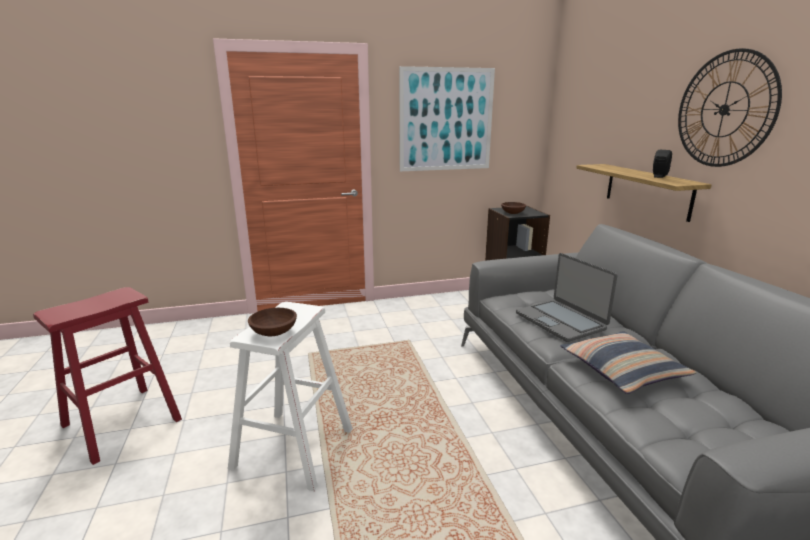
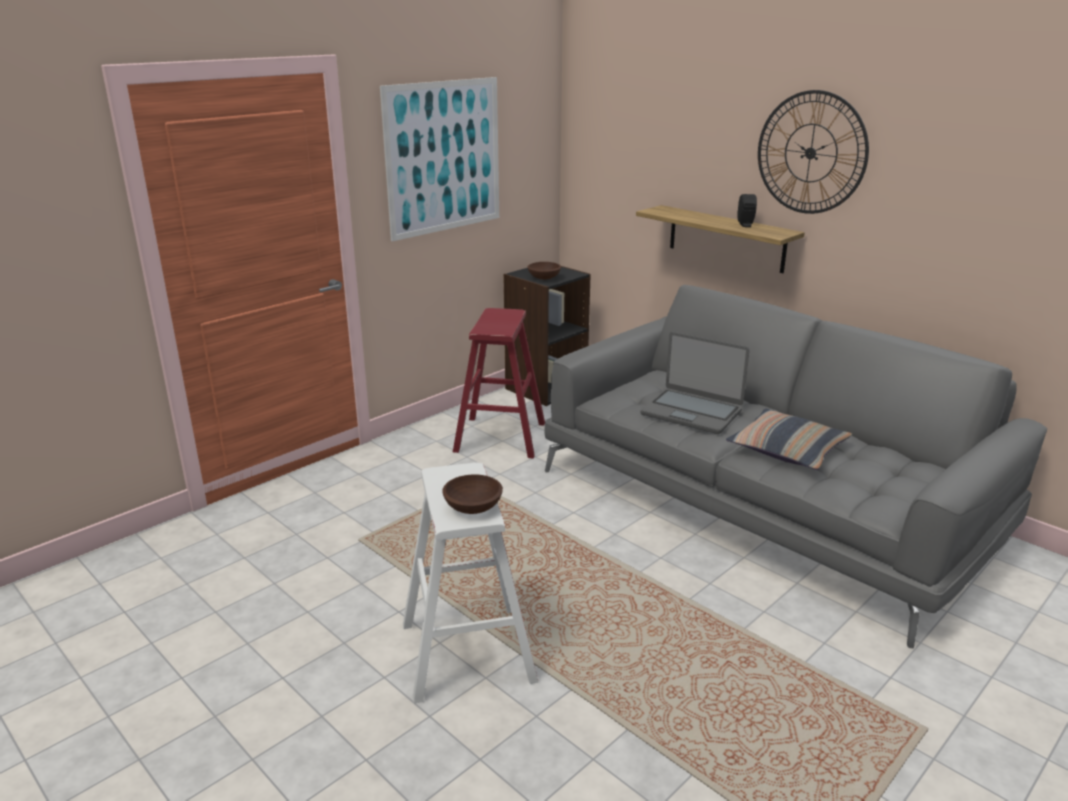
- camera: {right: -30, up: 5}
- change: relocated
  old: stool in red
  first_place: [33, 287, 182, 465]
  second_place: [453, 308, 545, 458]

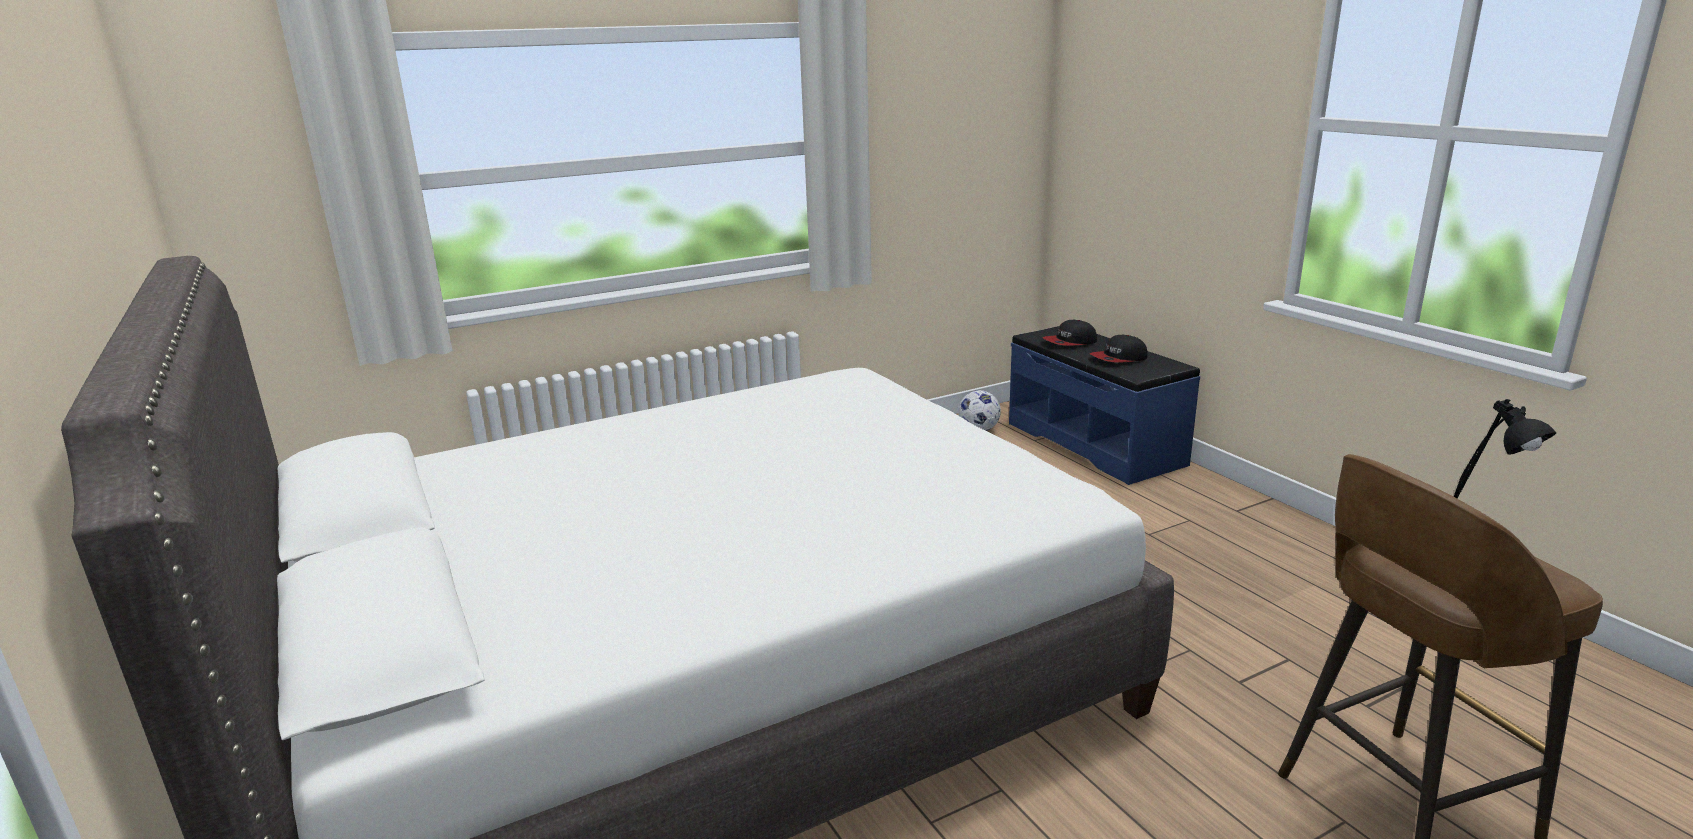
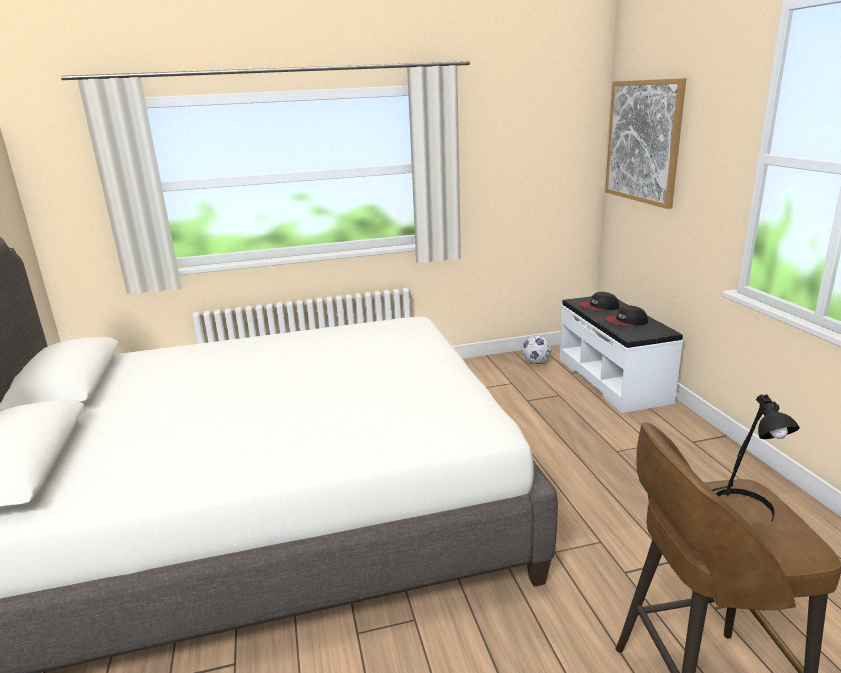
- camera: {right: 15, up: 0}
- change: colour
  old: bench in blue
  new: bench in white
  first_place: [1009, 326, 1200, 485]
  second_place: [560, 296, 683, 413]
- change: appeared
  new: picture
  second_place: [605, 78, 686, 209]

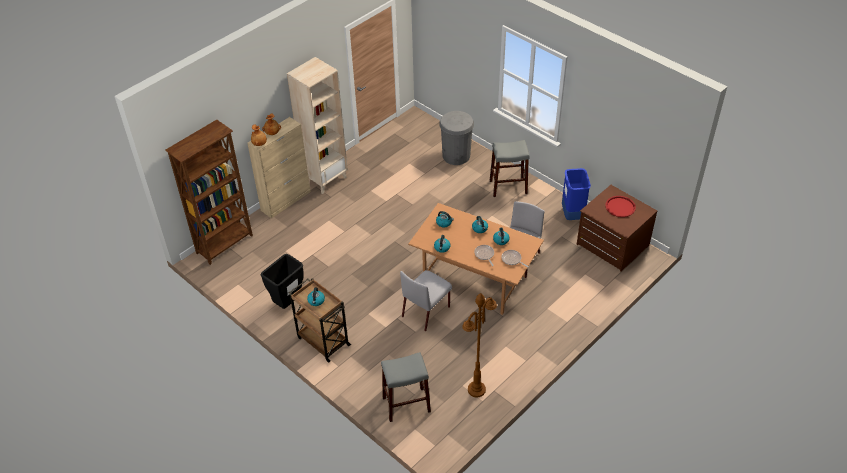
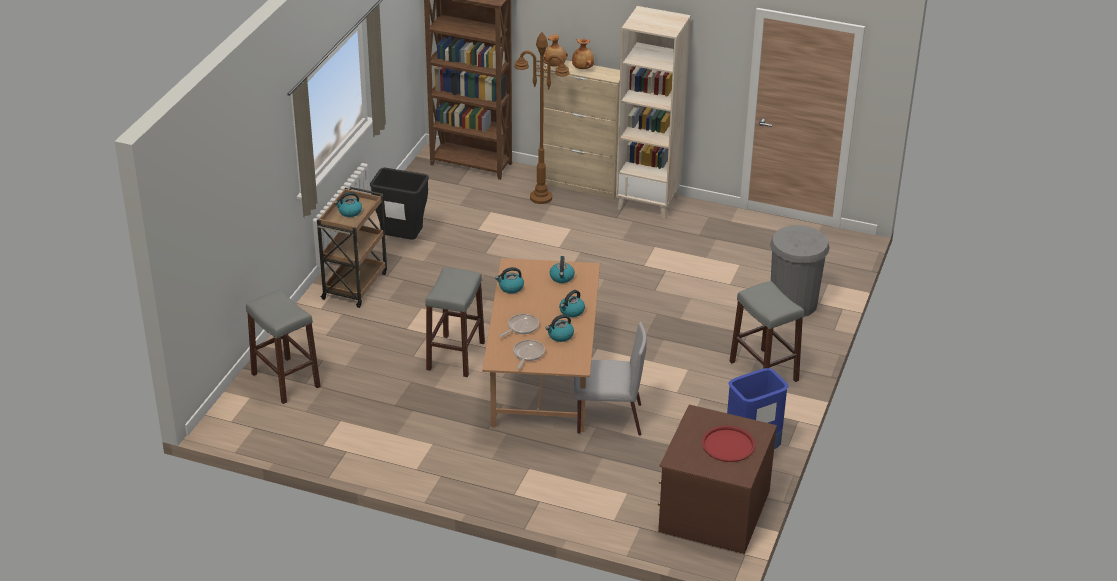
- camera: {right: 65, up: -10}
- change: exchanged
  old: chair in grey
  new: stool in grey
  first_place: [400, 270, 452, 331]
  second_place: [425, 267, 485, 377]
- change: relocated
  old: floor lamp in brown
  first_place: [462, 293, 497, 397]
  second_place: [514, 32, 570, 204]

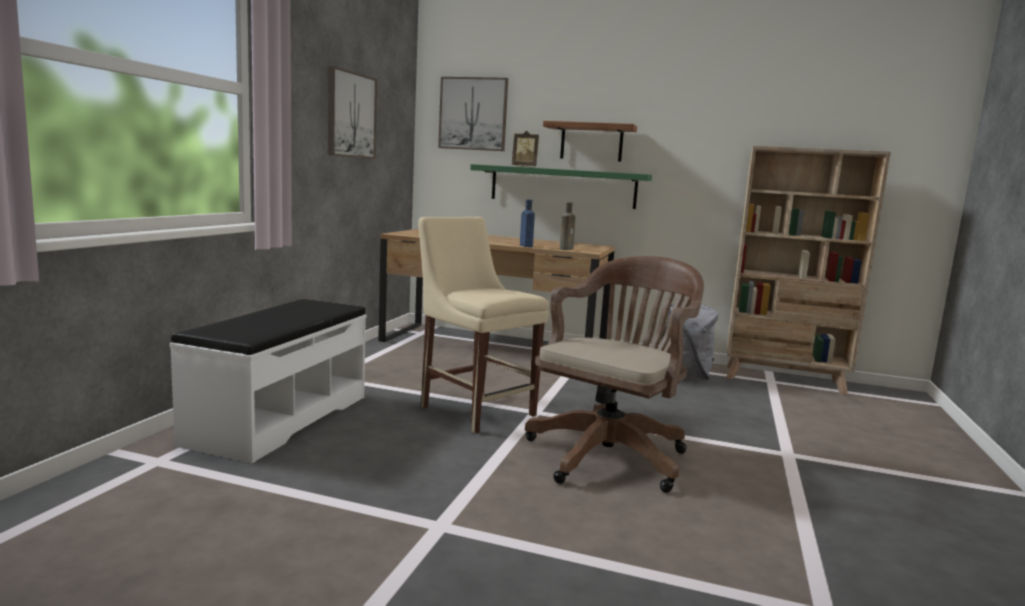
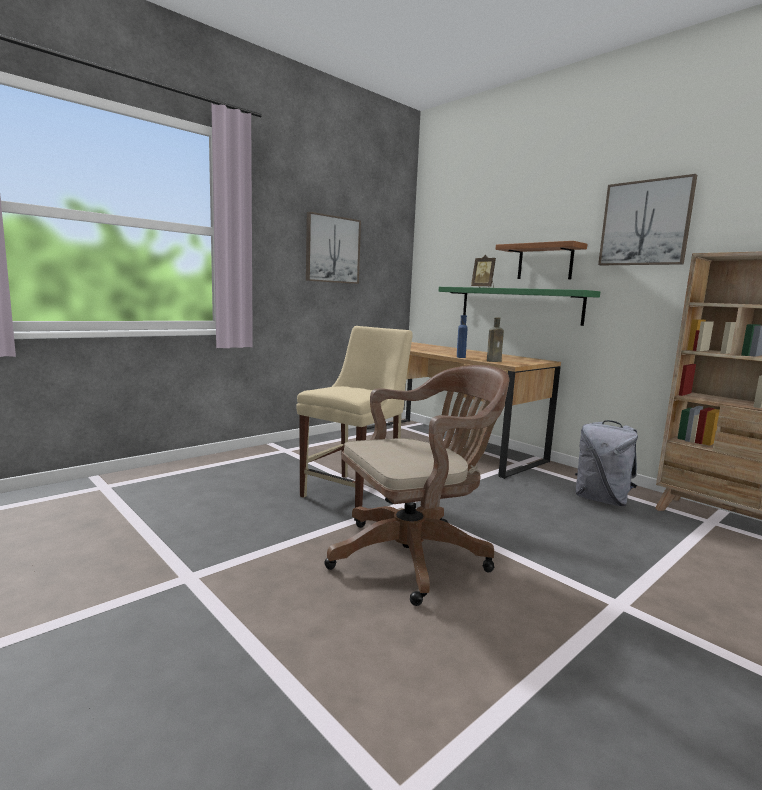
- camera: {right: 30, up: 0}
- change: missing
  old: bench in white
  first_place: [170, 299, 366, 463]
- change: spun
  old: chair in beige
  first_place: [418, 217, 549, 433]
  second_place: [296, 326, 413, 508]
  degrees: 45
- change: relocated
  old: picture
  first_place: [438, 77, 508, 151]
  second_place: [598, 174, 697, 265]

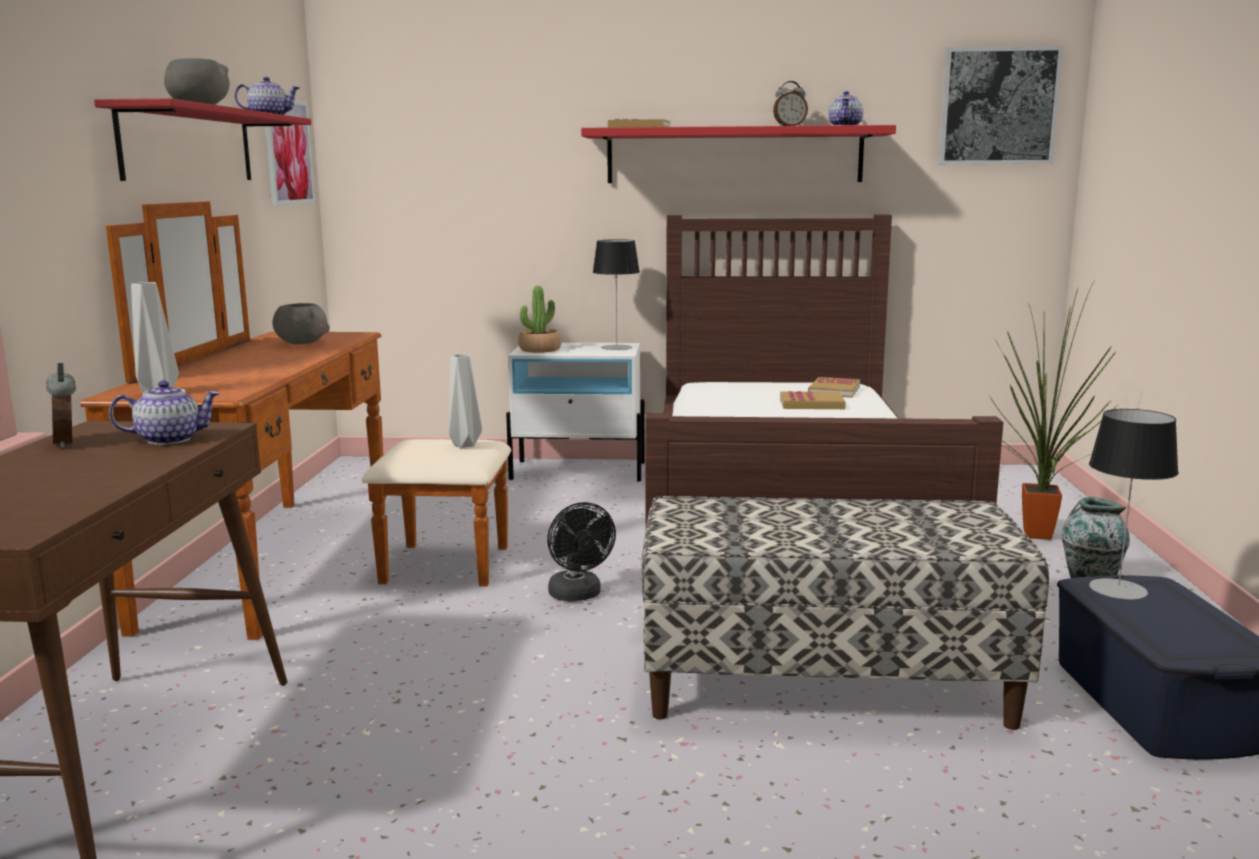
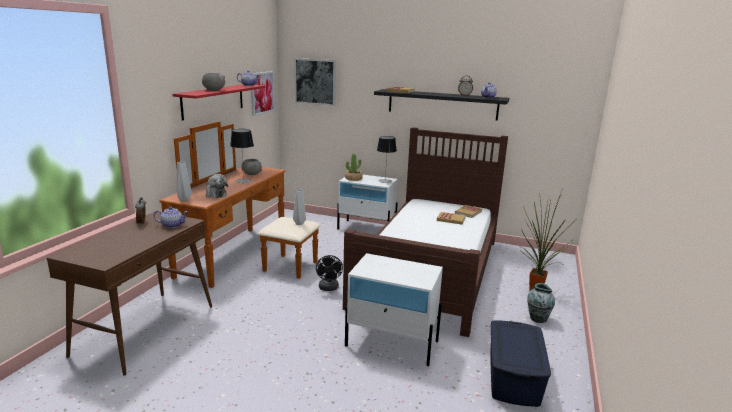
- camera: {right: 15, up: 5}
- change: colour
  old: shelf in red
  new: shelf in black
  first_place: [581, 125, 896, 183]
  second_place: [374, 89, 509, 121]
- change: exchanged
  old: bench
  new: nightstand in white
  first_place: [641, 496, 1049, 730]
  second_place: [345, 253, 443, 366]
- change: relocated
  old: picture
  first_place: [938, 46, 1064, 164]
  second_place: [294, 58, 336, 106]
- change: relocated
  old: table lamp
  first_place: [1089, 409, 1179, 600]
  second_place: [230, 129, 254, 183]
- change: appeared
  new: plush toy
  second_place: [206, 174, 228, 198]

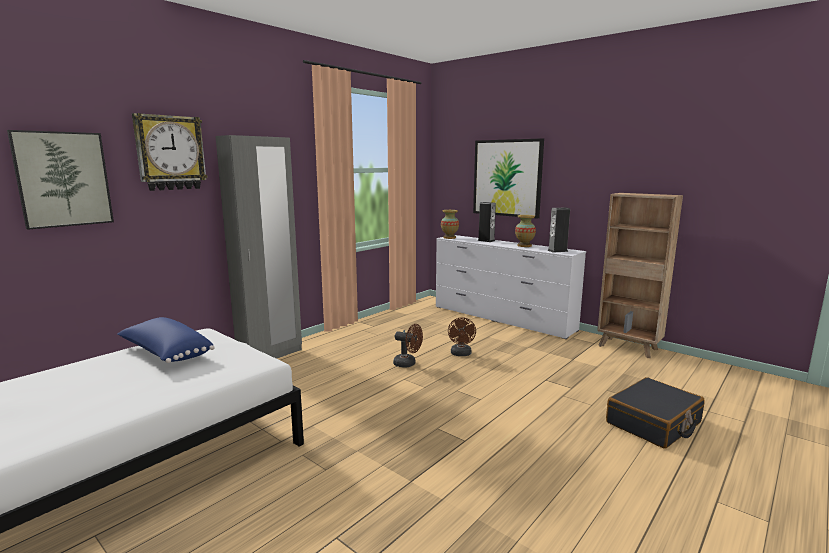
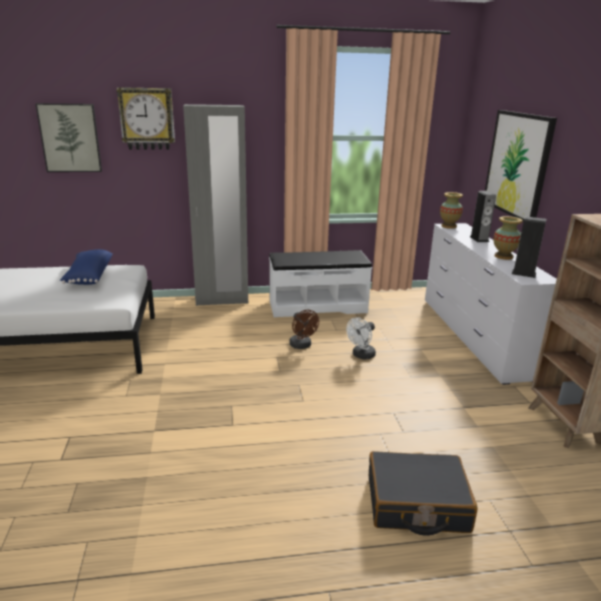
- camera: {right: 40, up: 10}
- change: colour
  old: fan in brown
  new: fan in white
  first_place: [448, 317, 476, 356]
  second_place: [346, 317, 376, 359]
- change: appeared
  new: bench in white
  second_place: [269, 250, 372, 317]

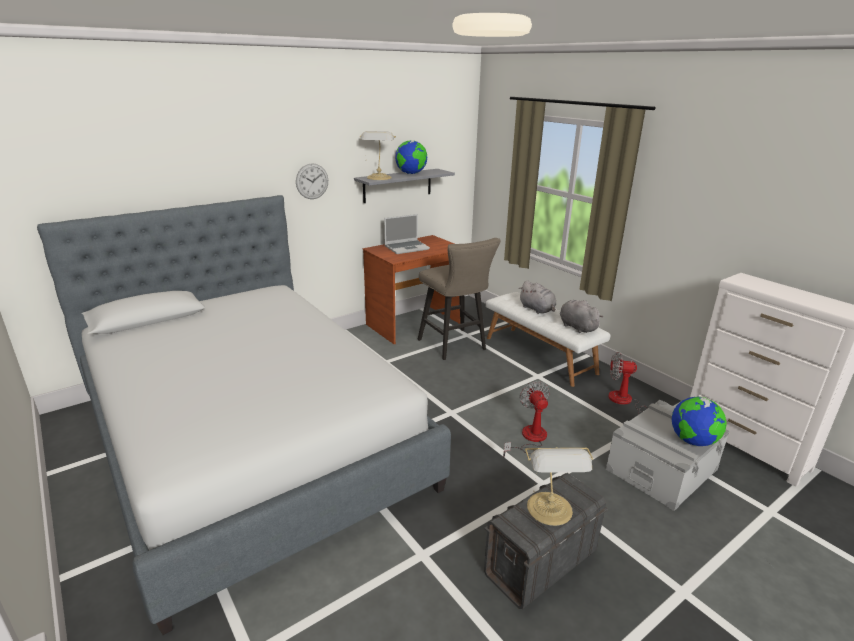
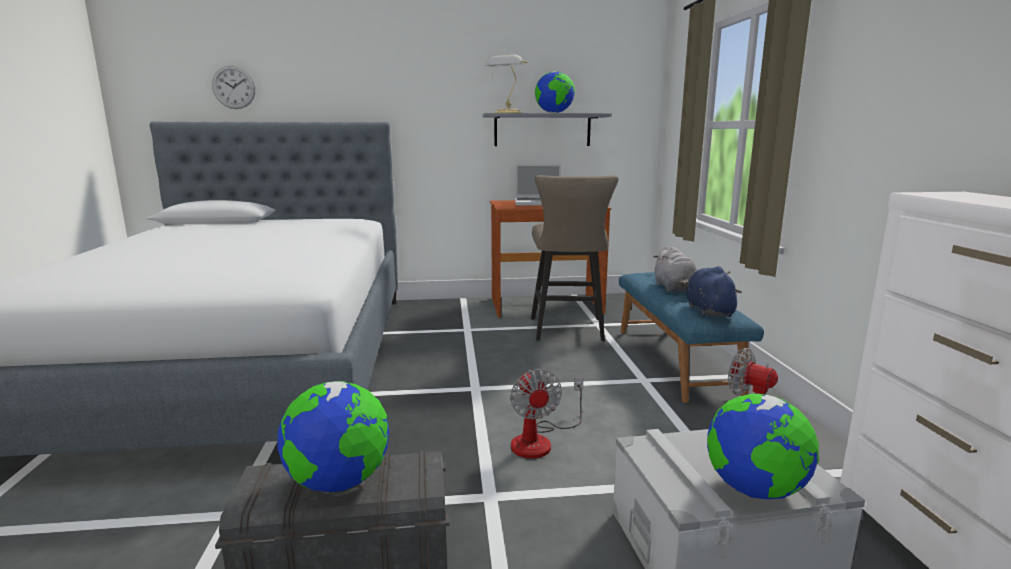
- camera: {right: 30, up: -10}
- change: relocated
  old: wall clock
  first_place: [296, 164, 328, 199]
  second_place: [212, 65, 256, 109]
- change: colour
  old: bench in white
  new: bench in blue
  first_place: [486, 292, 610, 387]
  second_place: [619, 272, 764, 403]
- change: spun
  old: fan
  first_place: [503, 381, 550, 458]
  second_place: [510, 369, 583, 459]
  degrees: 150
- change: exchanged
  old: table lamp
  new: globe
  first_place: [525, 447, 594, 526]
  second_place: [277, 381, 389, 492]
- change: colour
  old: plush toy in grey
  new: plush toy in blue
  first_place: [560, 300, 603, 333]
  second_place: [687, 266, 742, 317]

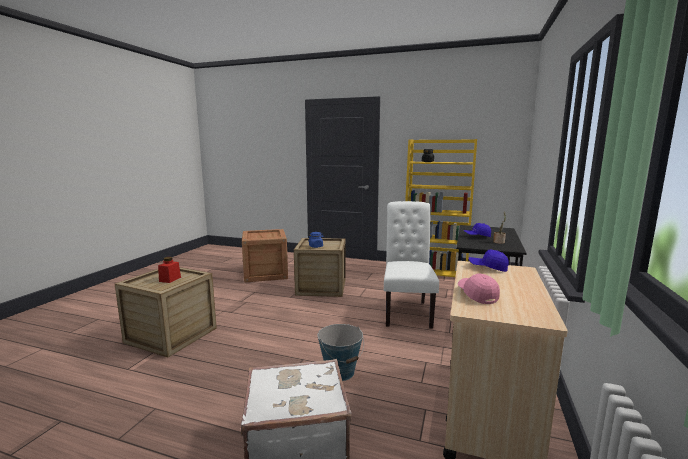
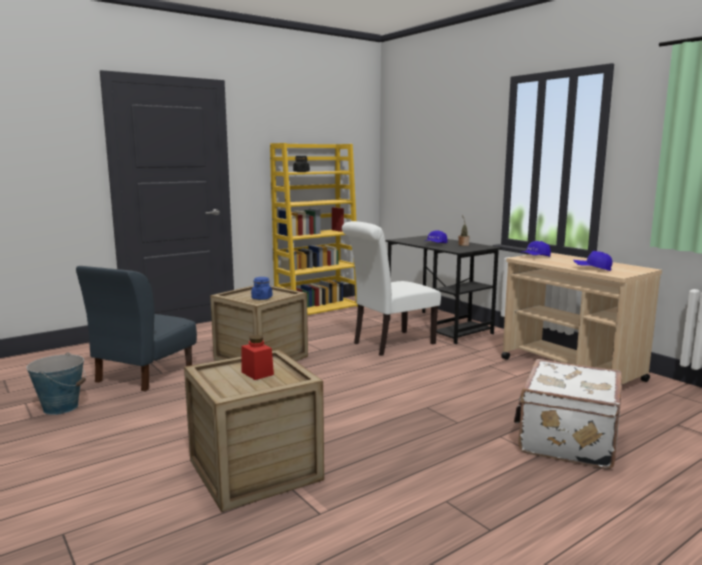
- camera: {right: -55, up: 0}
- change: exchanged
  old: crate
  new: chair in blue
  first_place: [242, 229, 288, 282]
  second_place: [76, 266, 197, 391]
- change: relocated
  old: bucket
  first_place: [318, 324, 364, 381]
  second_place: [27, 352, 86, 415]
- change: spun
  old: chair in white
  first_place: [384, 201, 439, 329]
  second_place: [342, 221, 441, 356]
  degrees: -75
- change: colour
  old: cap in pink
  new: cap in blue
  first_place: [458, 273, 500, 304]
  second_place: [573, 251, 613, 271]

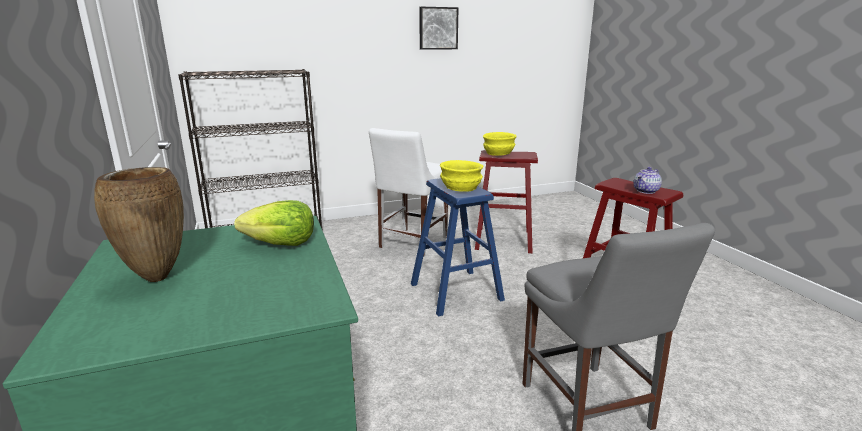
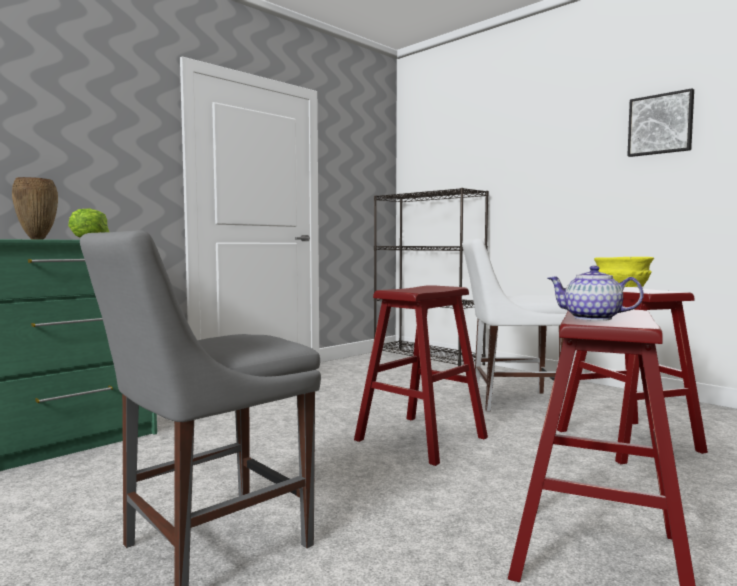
- camera: {right: 65, up: -15}
- change: colour
  old: stool in blue
  new: stool in red
  first_place: [411, 178, 505, 317]
  second_place: [354, 285, 488, 466]
- change: missing
  old: bowl in yellow
  first_place: [440, 160, 483, 192]

